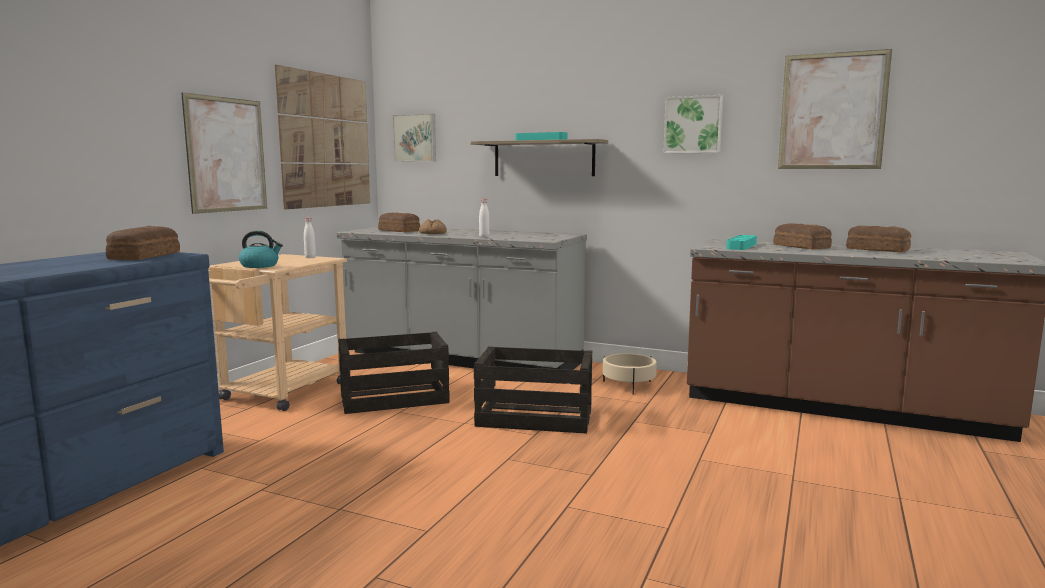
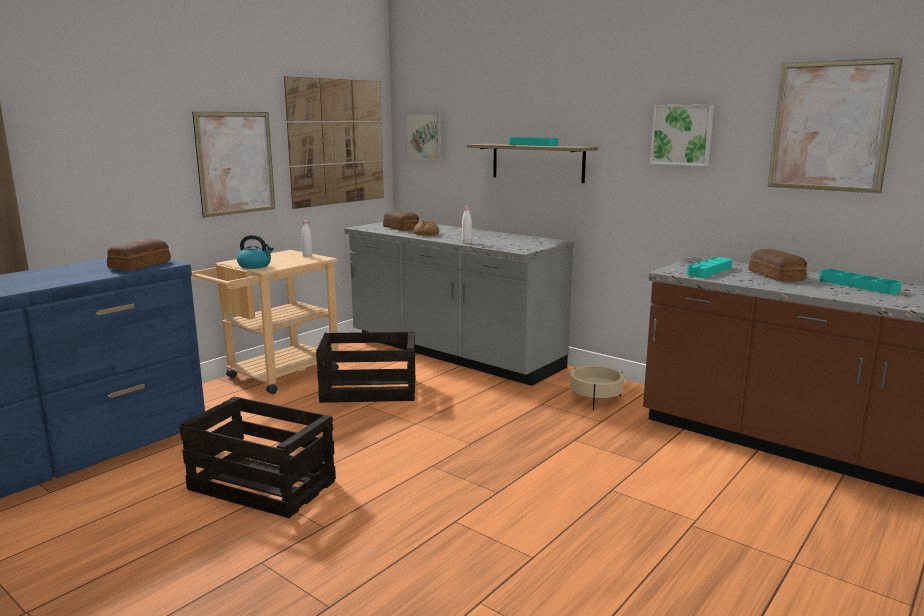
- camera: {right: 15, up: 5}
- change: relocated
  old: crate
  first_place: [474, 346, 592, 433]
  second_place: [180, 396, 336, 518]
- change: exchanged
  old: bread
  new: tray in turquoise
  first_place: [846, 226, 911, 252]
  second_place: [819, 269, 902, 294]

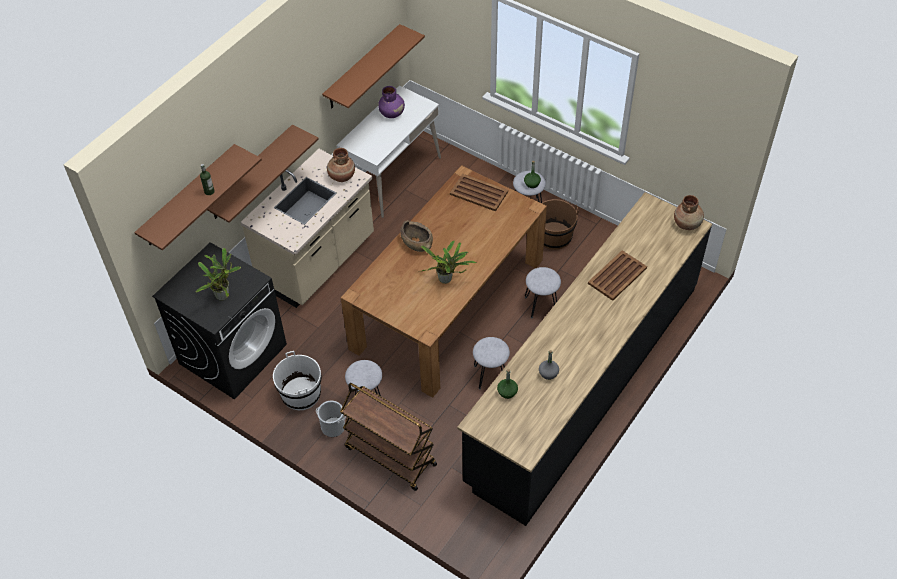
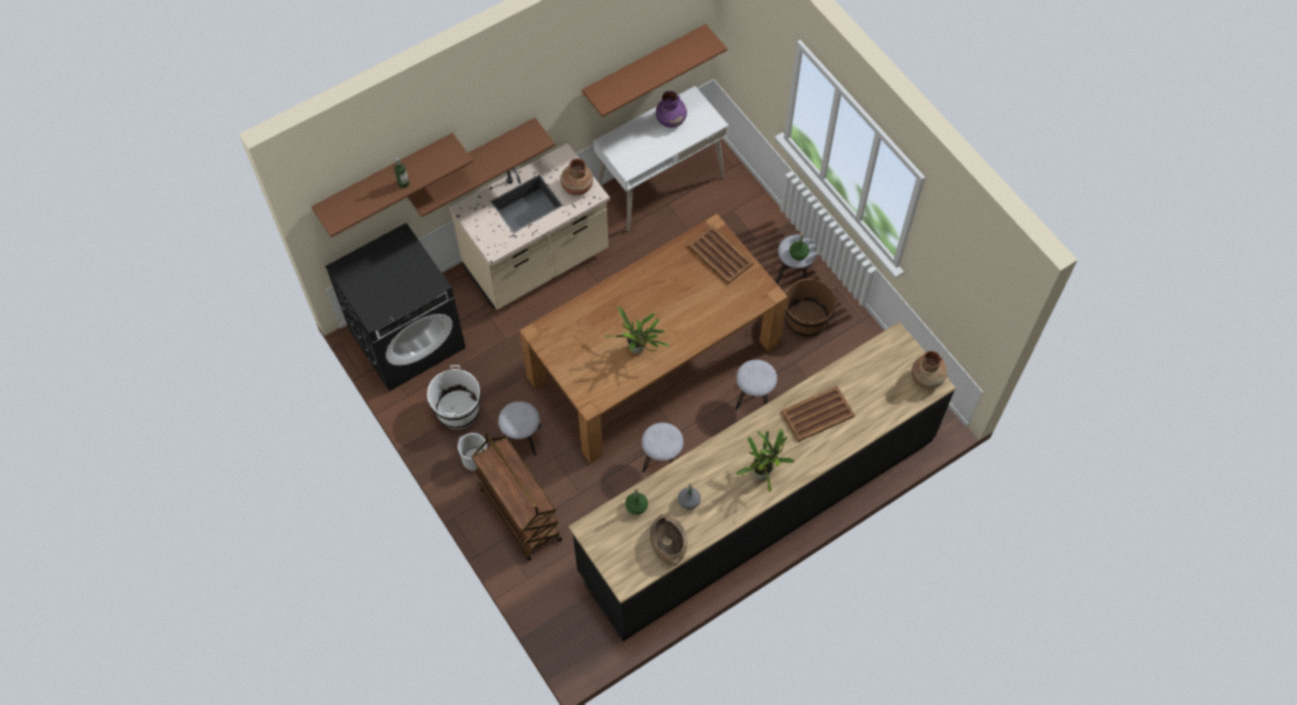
- camera: {right: 20, up: 10}
- change: relocated
  old: potted plant
  first_place: [196, 248, 241, 301]
  second_place: [736, 429, 794, 492]
- change: relocated
  old: bowl in brown
  first_place: [400, 220, 433, 252]
  second_place: [650, 514, 687, 565]

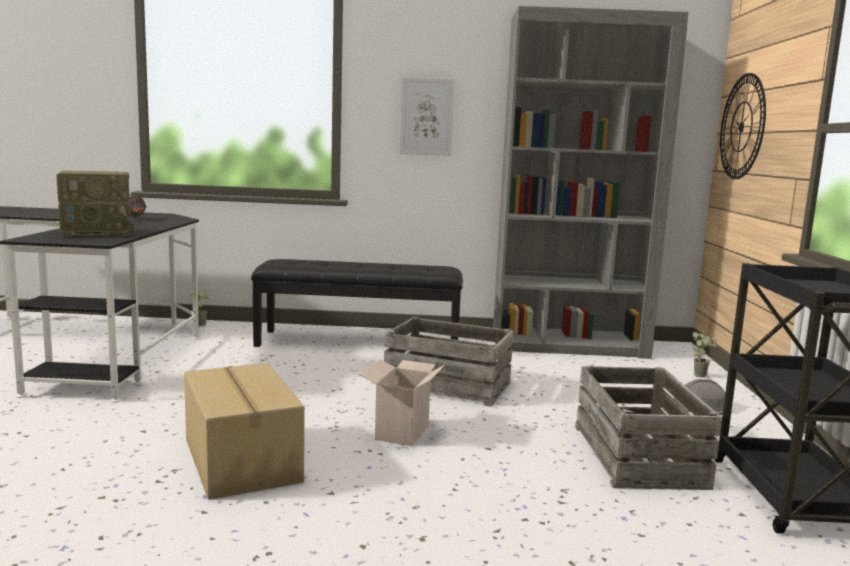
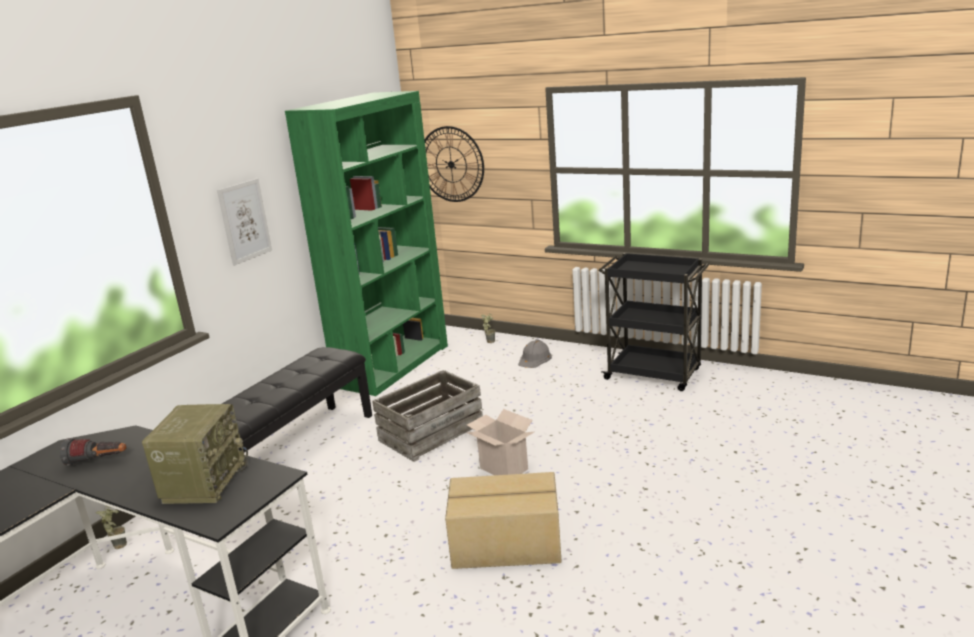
- camera: {right: -60, up: 10}
- change: colour
  old: bookcase in grey
  new: bookcase in green
  first_place: [493, 6, 688, 359]
  second_place: [285, 91, 448, 396]
- change: missing
  old: crate
  first_place: [575, 365, 722, 490]

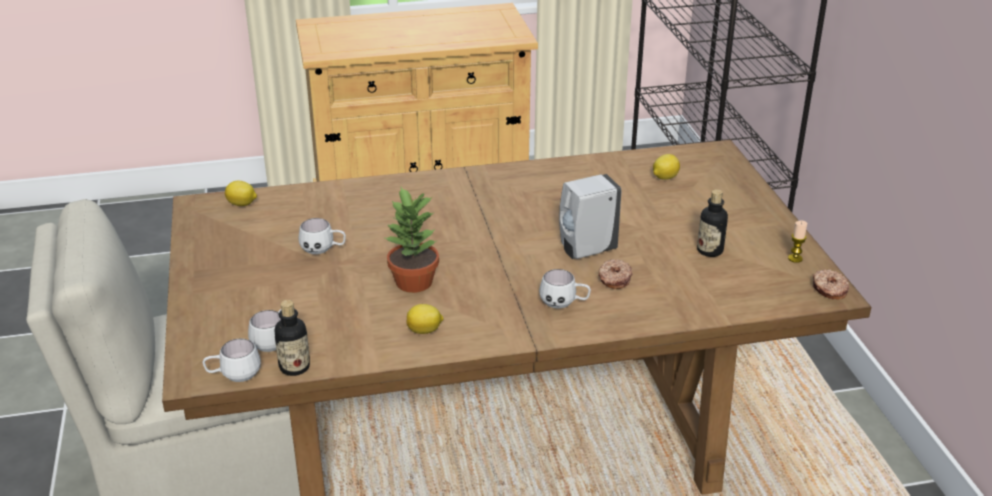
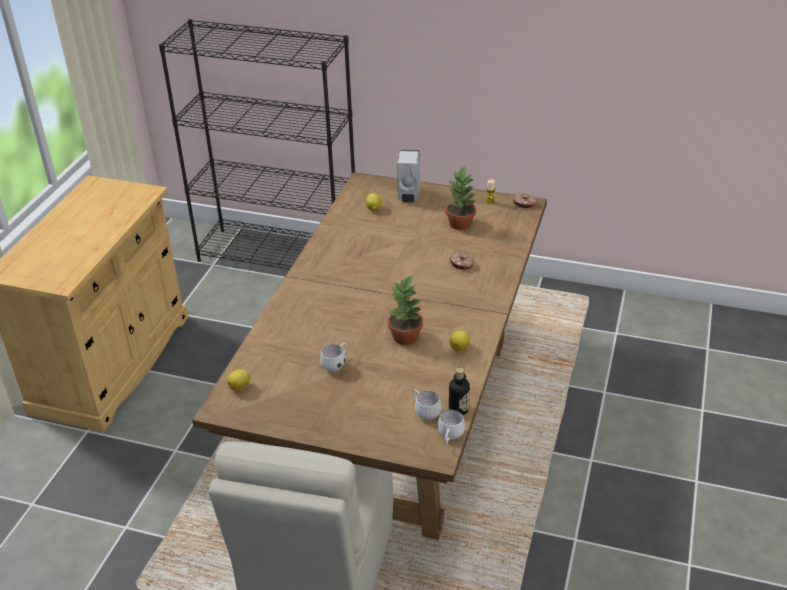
- camera: {right: -60, up: 5}
- change: missing
  old: mug in white
  first_place: [539, 269, 591, 308]
- change: relocated
  old: soap dispenser in white
  first_place: [559, 174, 622, 259]
  second_place: [397, 150, 420, 202]
- change: exchanged
  old: bottle
  new: potted plant
  first_place: [697, 189, 728, 257]
  second_place: [446, 165, 477, 230]

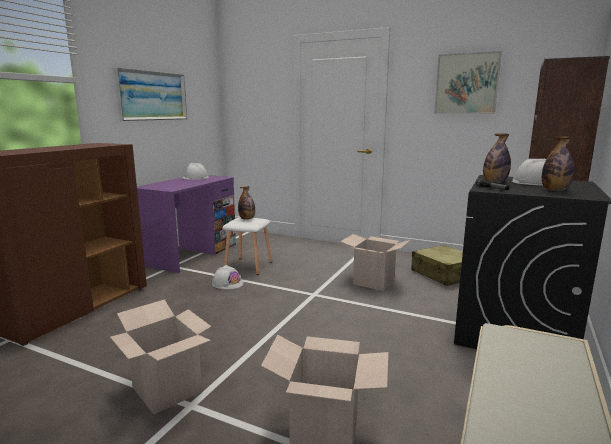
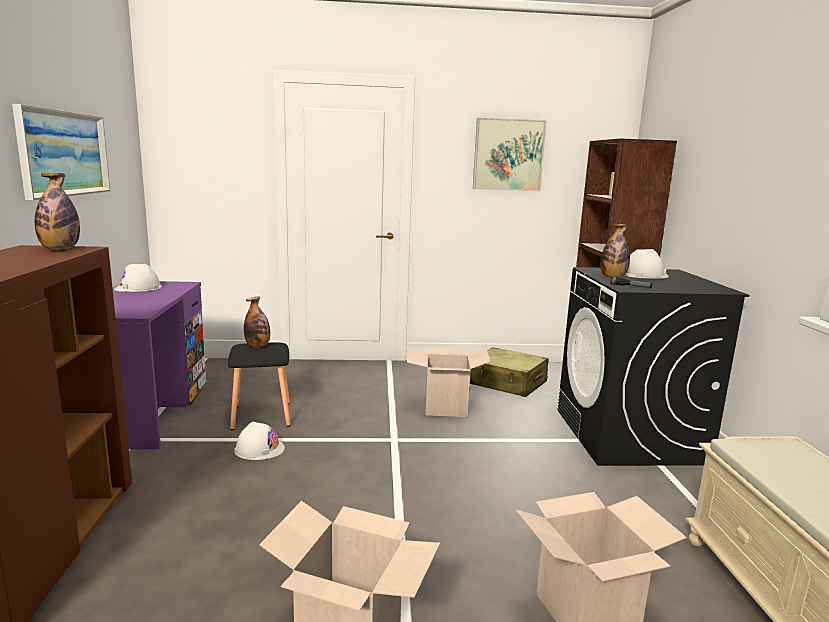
- camera: {right: -30, up: 0}
- change: colour
  old: stool in white
  new: stool in black
  first_place: [222, 217, 272, 275]
  second_place: [228, 343, 291, 430]
- change: relocated
  old: bottle
  first_place: [542, 136, 574, 191]
  second_place: [35, 173, 80, 249]

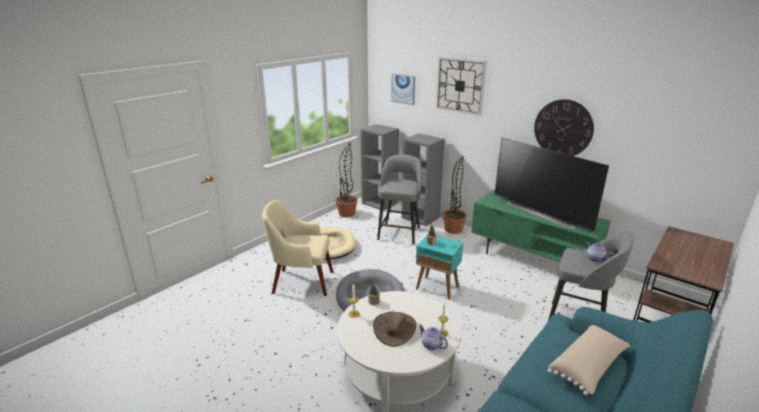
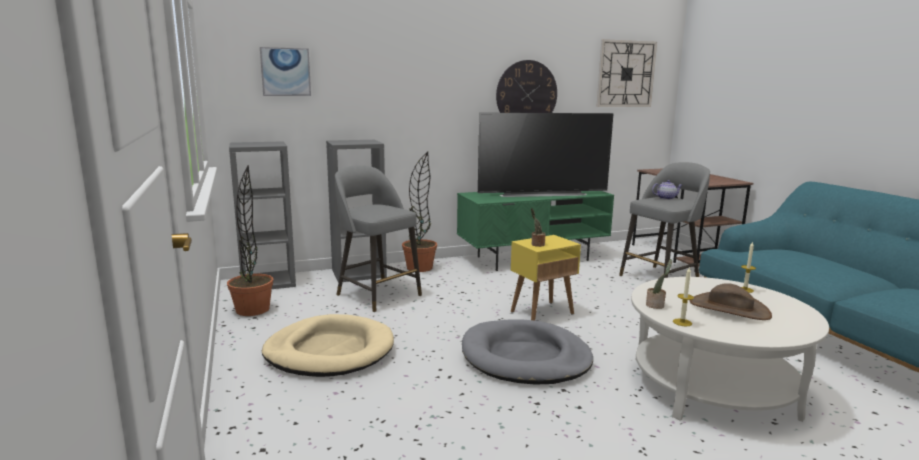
- camera: {right: -60, up: -10}
- change: missing
  old: armchair in beige
  first_place: [262, 200, 333, 296]
- change: colour
  old: side table in turquoise
  new: side table in yellow
  first_place: [416, 236, 463, 300]
  second_place: [511, 235, 581, 321]
- change: missing
  old: teapot
  first_place: [418, 324, 448, 350]
- change: relocated
  old: wall clock
  first_place: [436, 57, 487, 116]
  second_place: [596, 39, 657, 107]
- change: missing
  old: pillow in beige
  first_place: [547, 325, 630, 395]

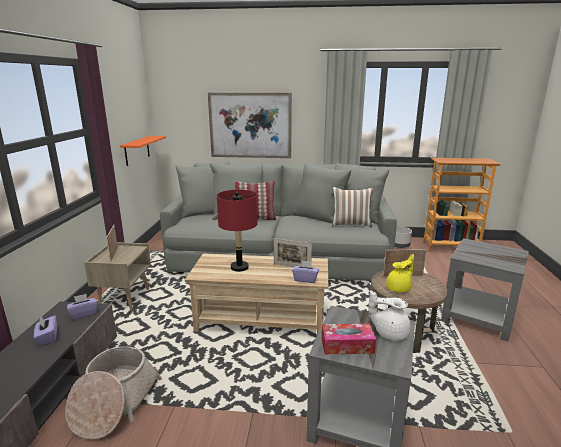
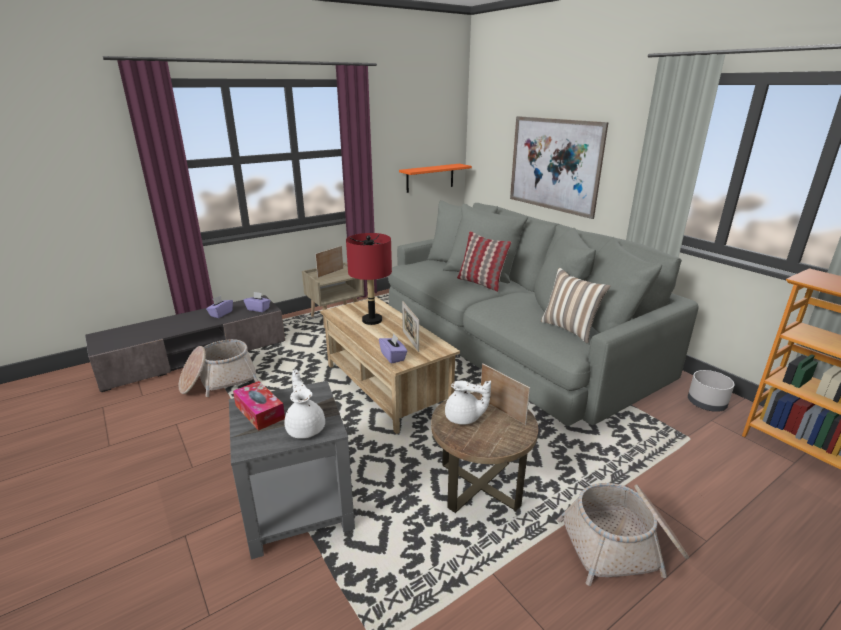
- camera: {right: 50, up: 5}
- change: colour
  old: teapot in yellow
  new: teapot in white
  first_place: [386, 254, 414, 292]
  second_place: [445, 380, 491, 425]
- change: exchanged
  old: side table in grey
  new: basket
  first_place: [441, 238, 529, 342]
  second_place: [557, 483, 689, 586]

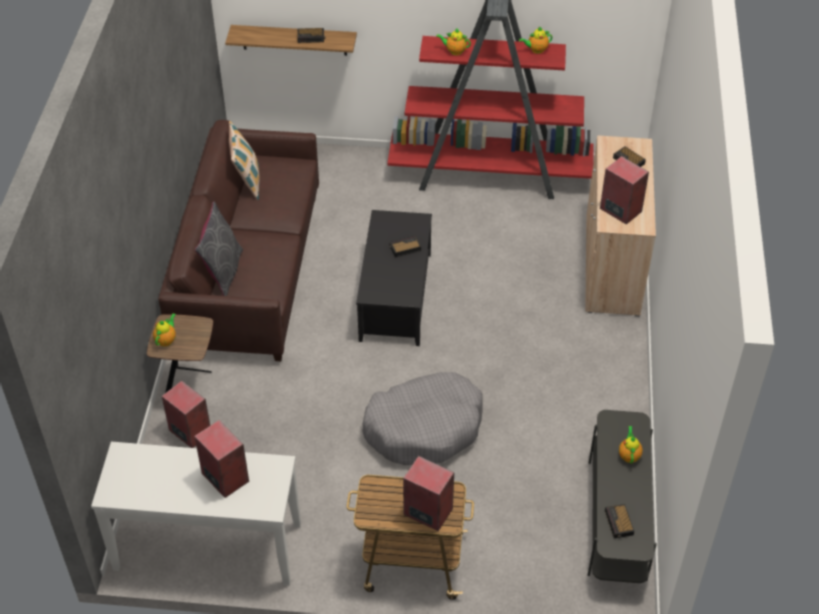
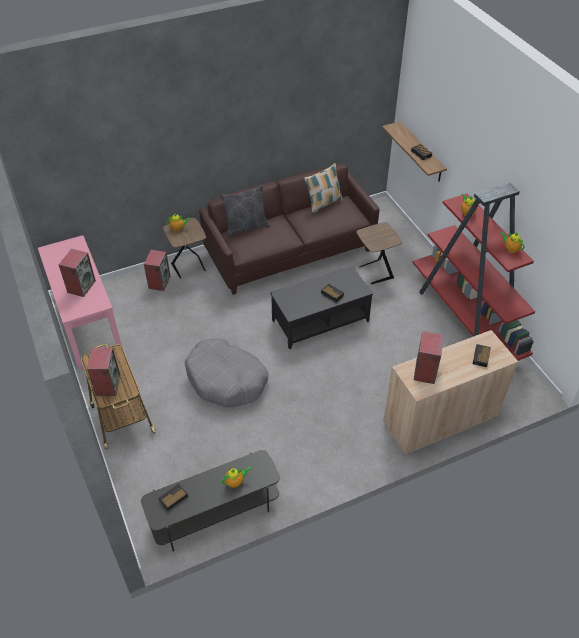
- camera: {right: 60, up: 0}
- change: colour
  old: console table in white
  new: console table in pink
  first_place: [91, 442, 301, 586]
  second_place: [38, 235, 122, 370]
- change: appeared
  new: side table in brown
  second_place: [356, 222, 402, 284]

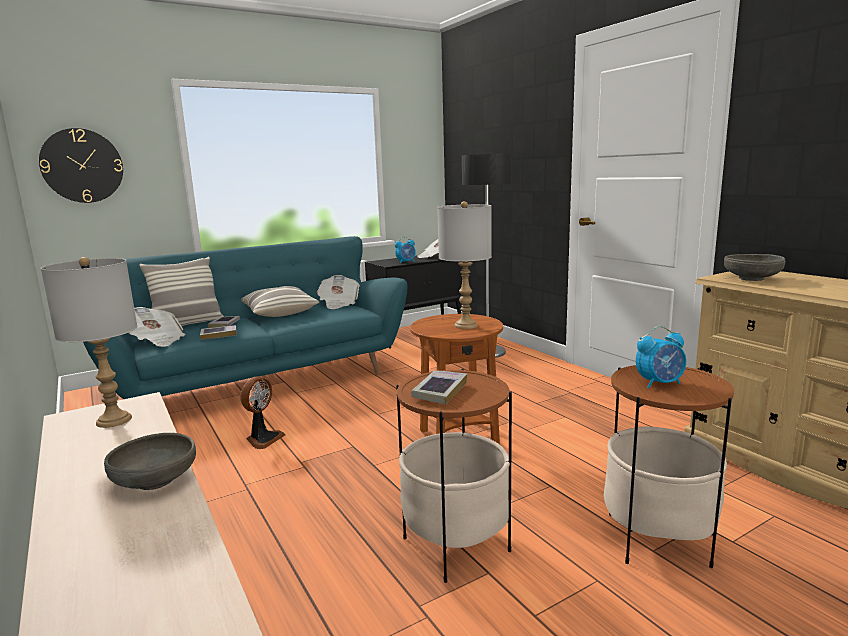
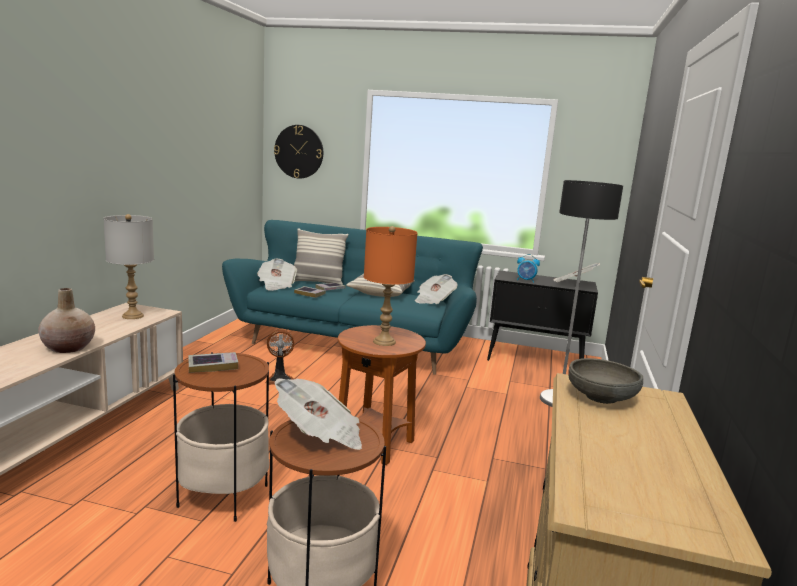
- camera: {right: 45, up: 0}
- change: exchanged
  old: bowl in grey
  new: vase in beige
  first_place: [104, 433, 196, 490]
  second_place: [38, 288, 95, 353]
- change: colour
  old: table lamp in grey
  new: table lamp in orange
  first_place: [437, 201, 492, 329]
  second_place: [364, 226, 418, 346]
- change: exchanged
  old: alarm clock
  new: newspaper
  first_place: [636, 326, 686, 389]
  second_place: [275, 378, 362, 450]

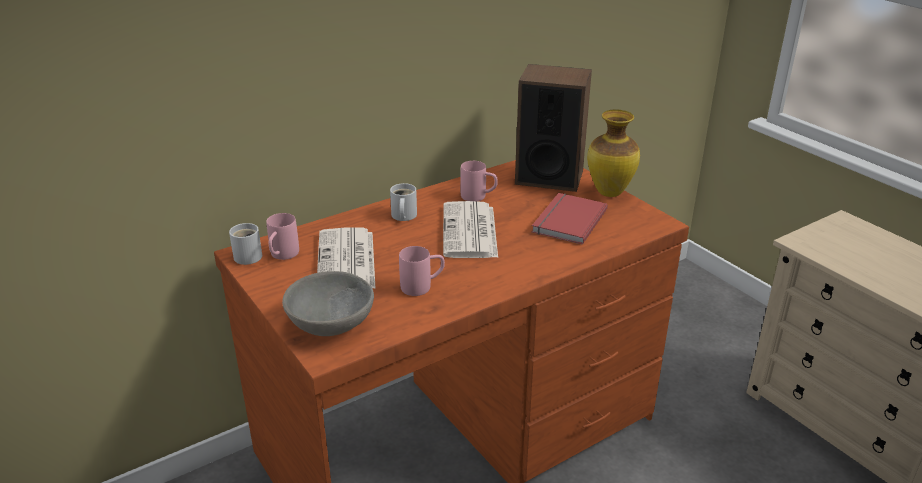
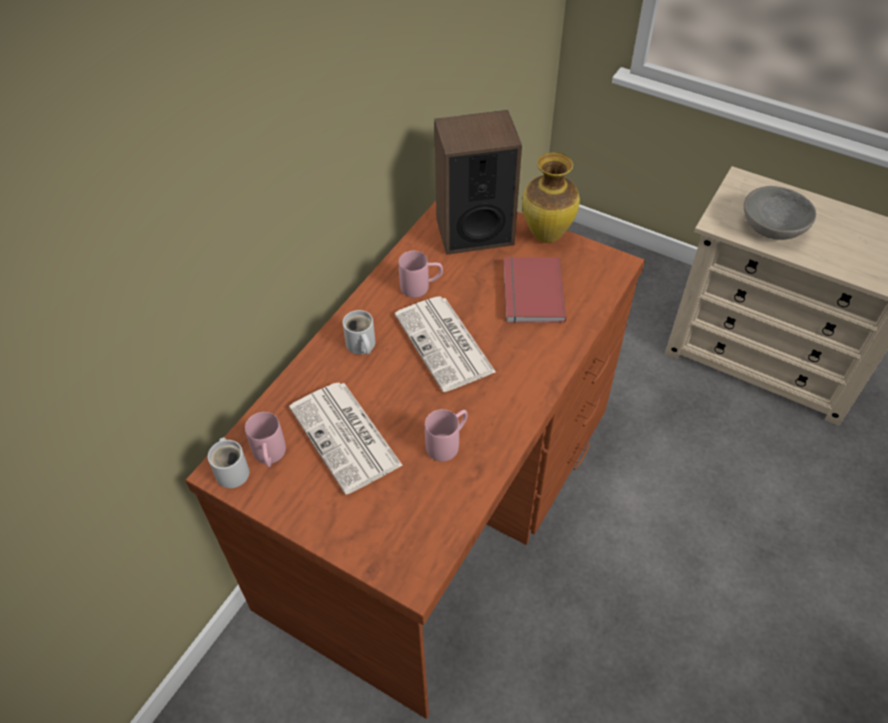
- camera: {right: -25, up: 20}
- change: relocated
  old: bowl in grey
  first_place: [282, 271, 374, 336]
  second_place: [744, 186, 816, 240]

